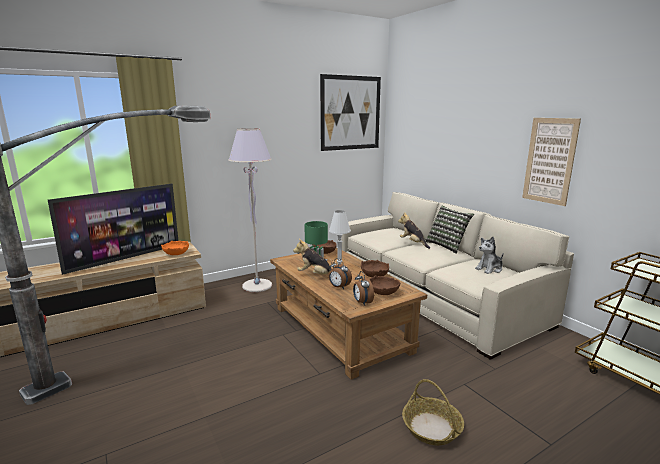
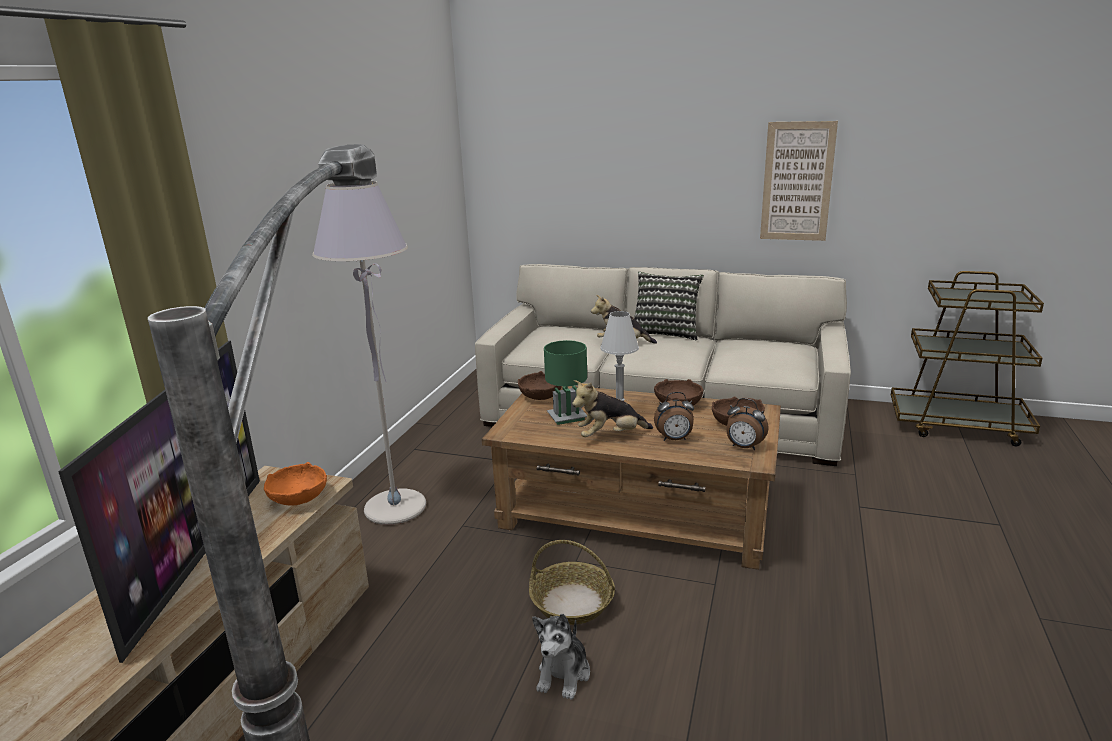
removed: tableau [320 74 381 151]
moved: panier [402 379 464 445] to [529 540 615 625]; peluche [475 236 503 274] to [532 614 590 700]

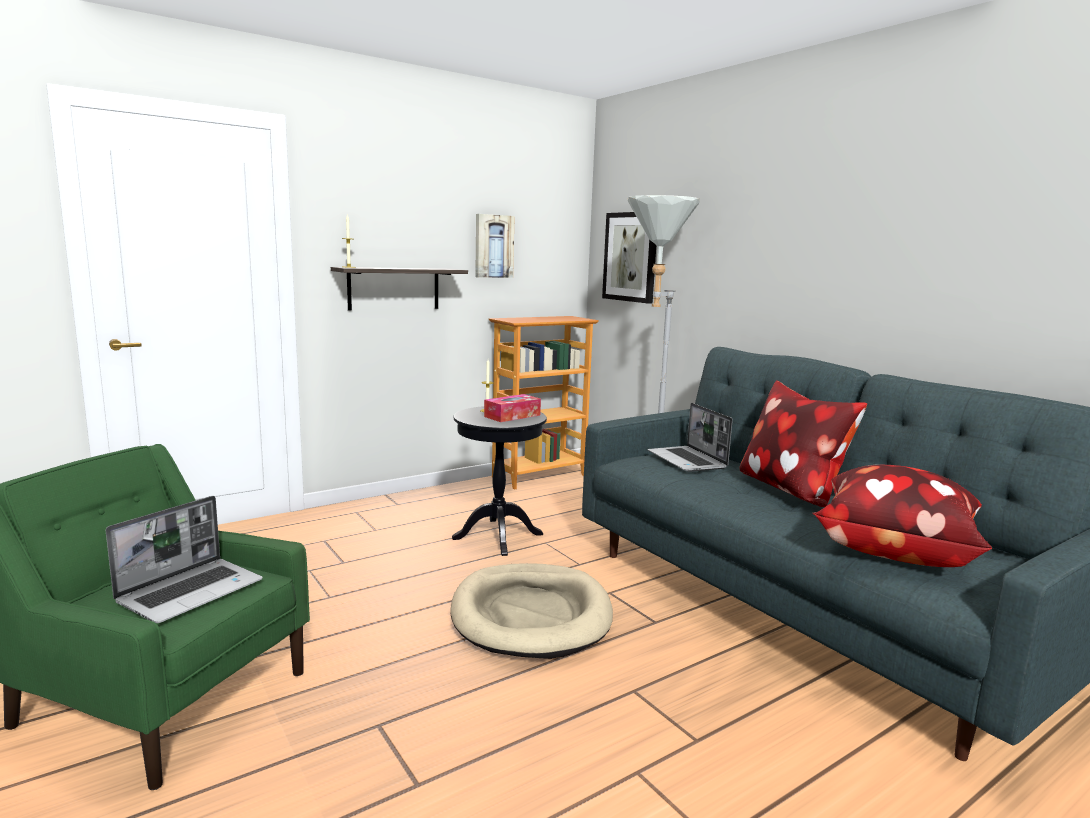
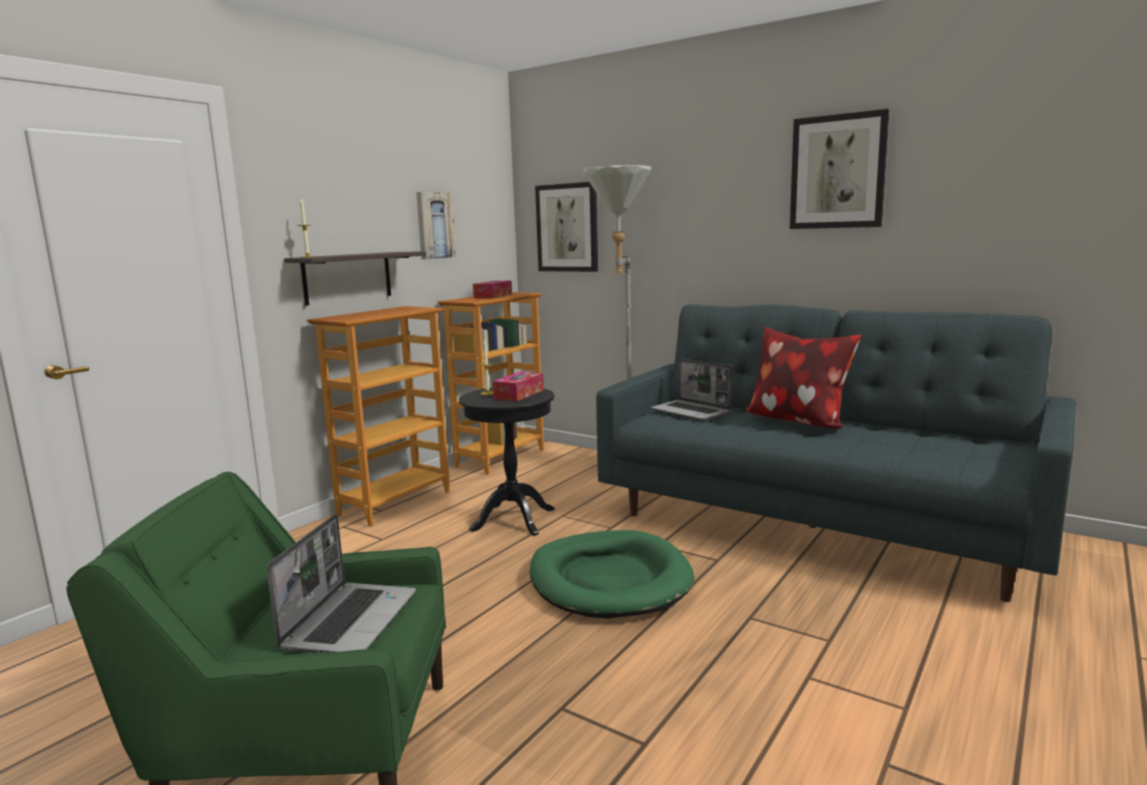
removed: coussin [812 465 992 567]
added: bibliothèque [307 306 450 527]; boîte à mouchoirs [473 281 512 299]; tableau [790 109 889 229]
recoloured: panier pour chien [beige] [451 563 613 659] to panier pour chien [vert] [530 530 694 619]

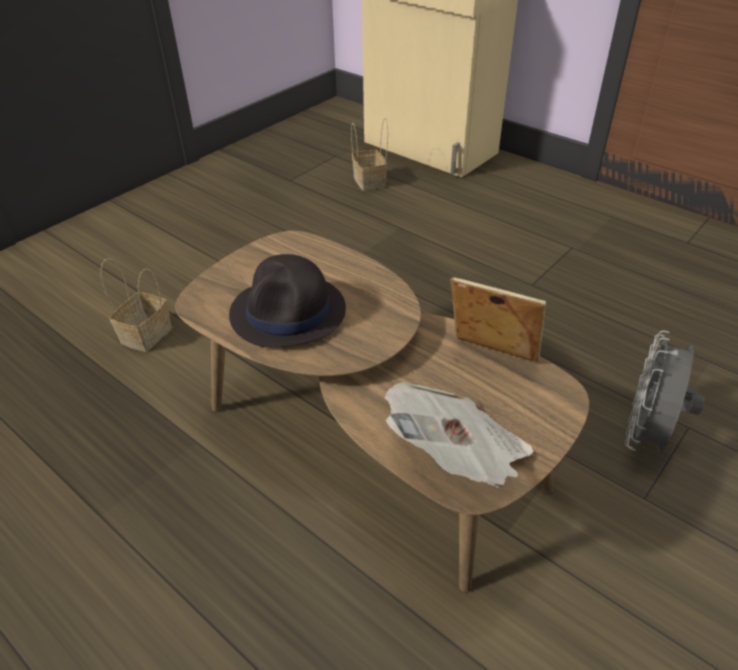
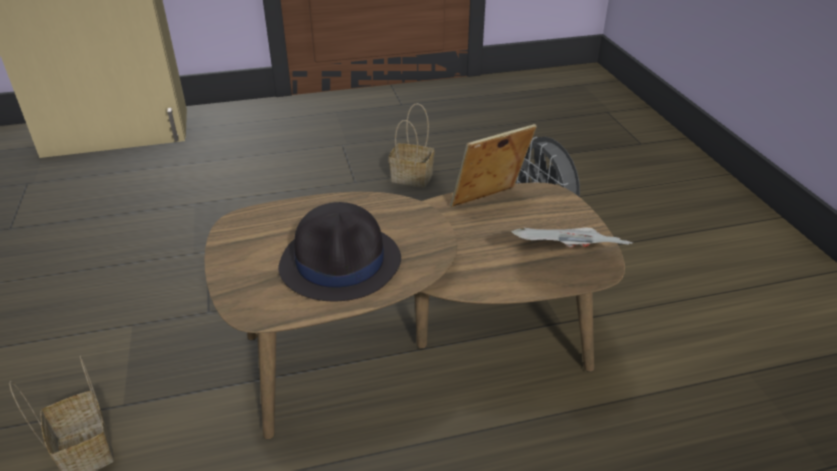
moved: panier [351 118 388 191] to [389 103 435 188]

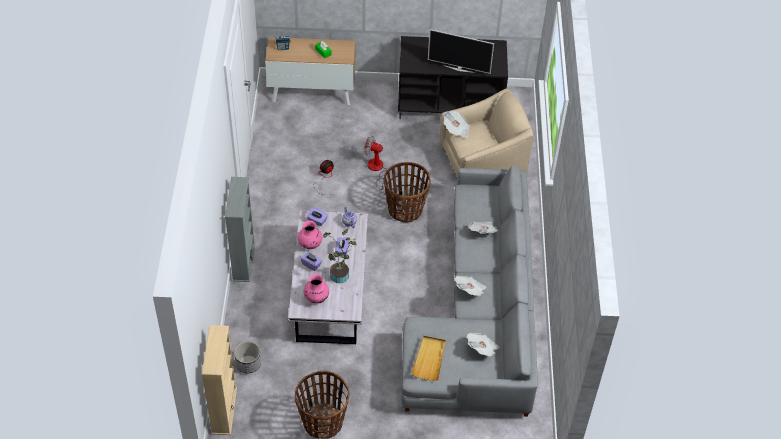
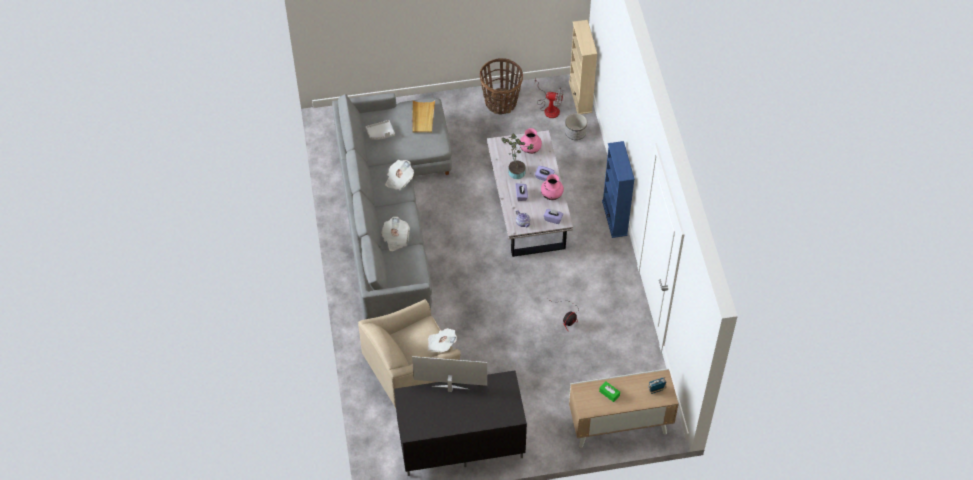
removed: panier [384 162 431 222]
moved: ventilateur [364 136 388 190] to [535 77 563 118]
replaced: journal [467 333 500 357] to plateau [gris] [366 120 395 140]
recoloured: bibliothèque [gris] [225 177 255 282] to bibliothèque [bleu] [602 141 635 238]

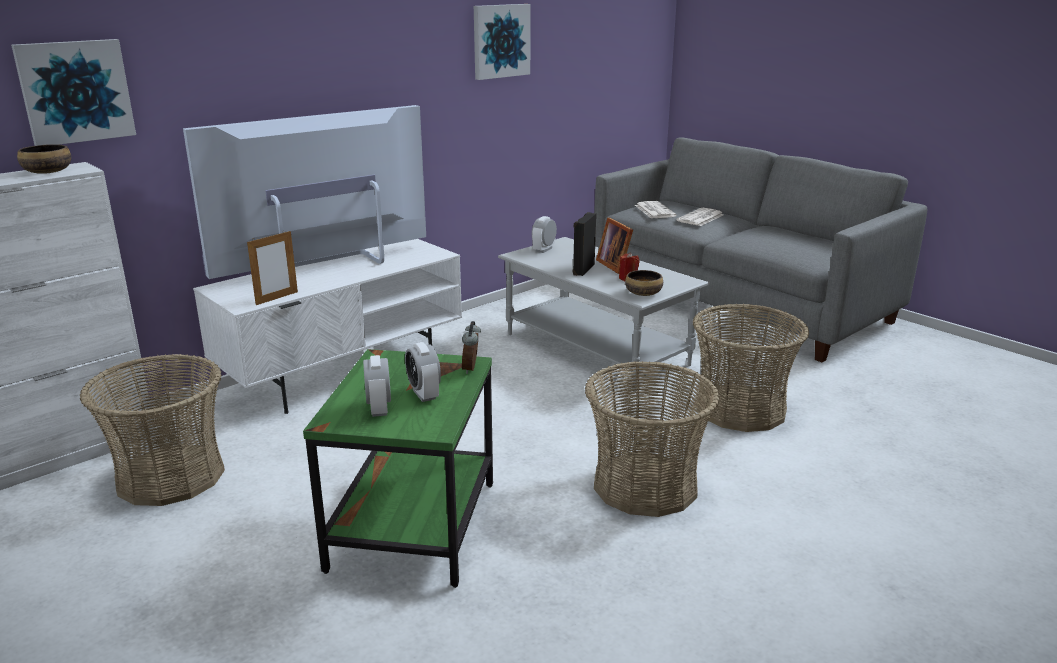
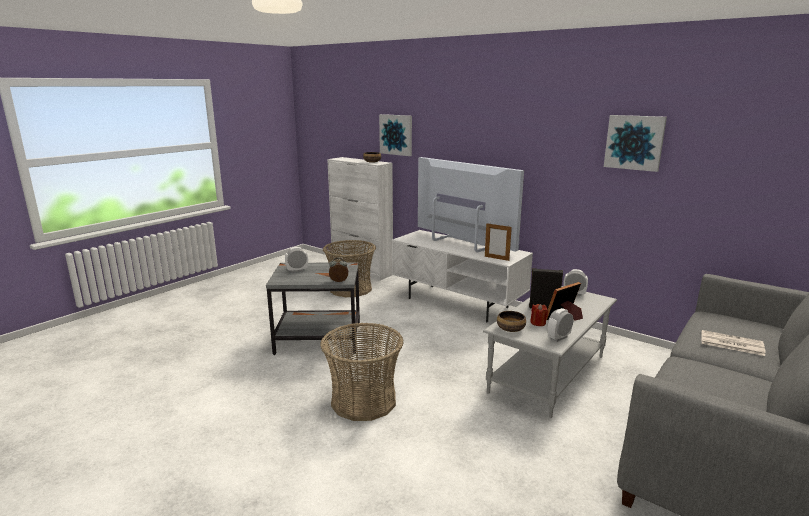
removed: journal [635 201 677 218]; panier [693 304 809 432]
moved: cadre photo [247 230 298 305] to [485 223 512 261]; réveil [405 342 441 402] to [548 308 574 342]
recoloured: table d'appoint [vert] [303 349 493 588] to table d'appoint [gris] [266 262 360 355]

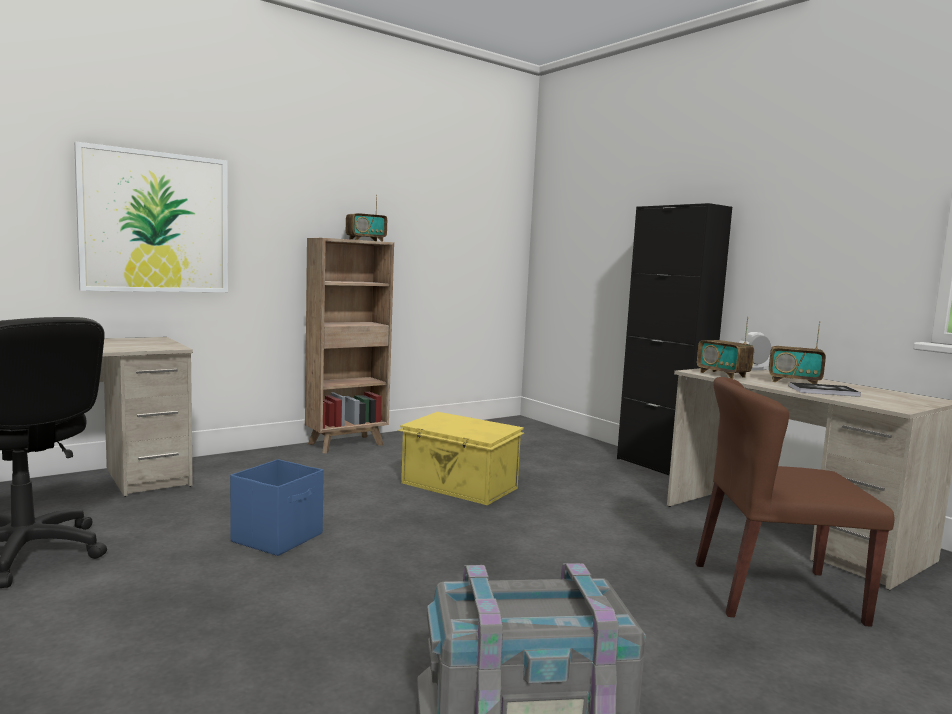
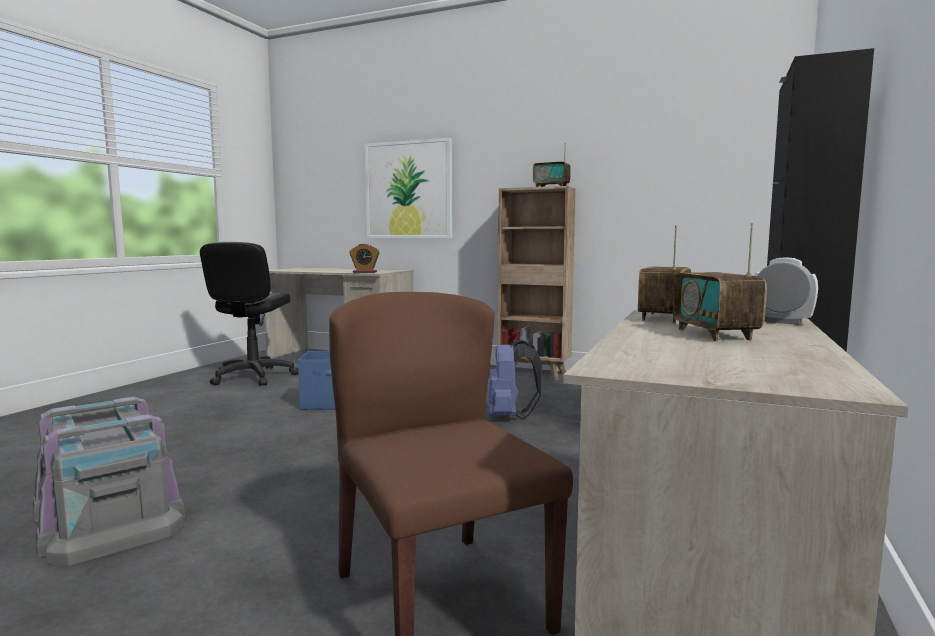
removed: livre [789 382 861 397]
added: réveil [350 244 379 273]
replaced: boîte de rangement [jaune] [397 412 524 505] to sac à dos [bleu] [488 339 542 419]

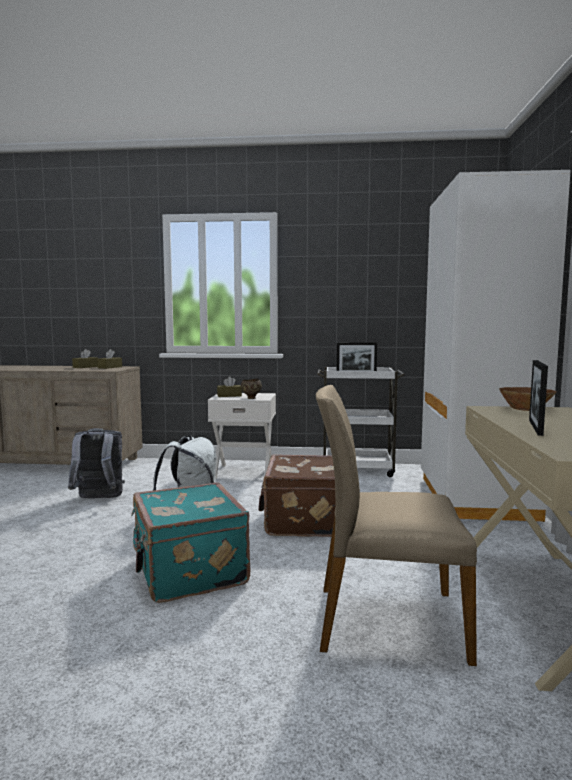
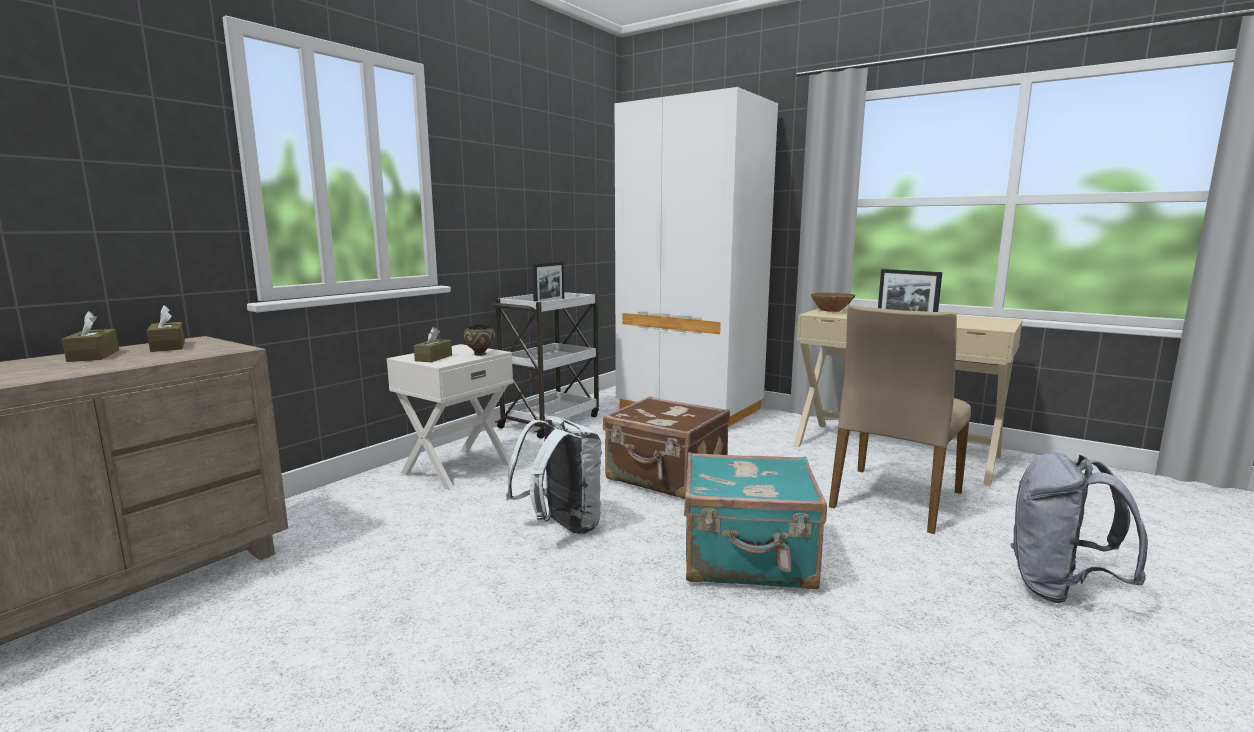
moved: sac à dos [gris] [68 428 125 498] to [1010 453 1148 603]

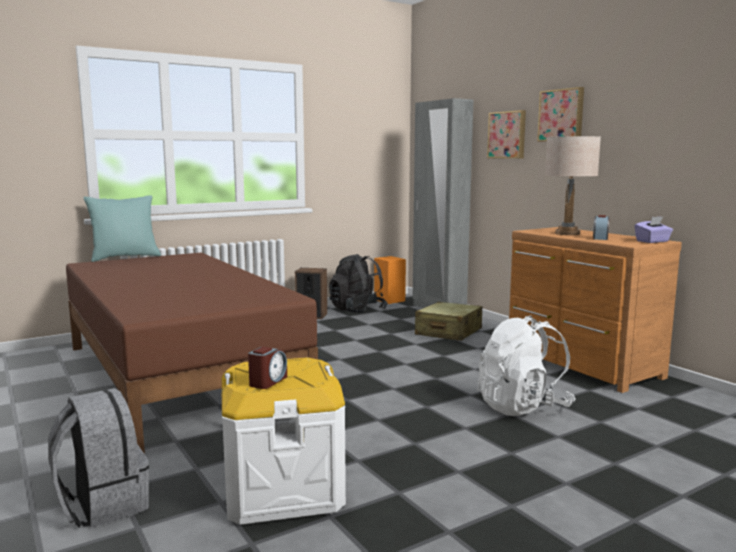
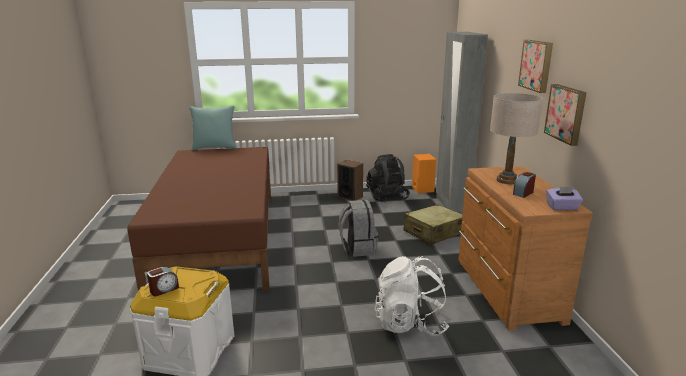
moved: sac à dos [gris] [48 388 149 528] to [339 200 378 257]; tableau [487 110 526 158] to [544 84 587 146]

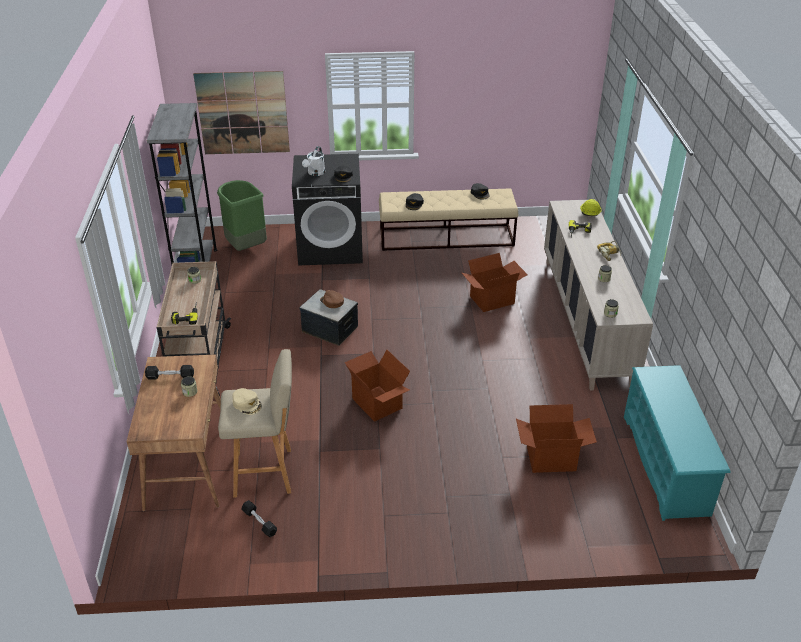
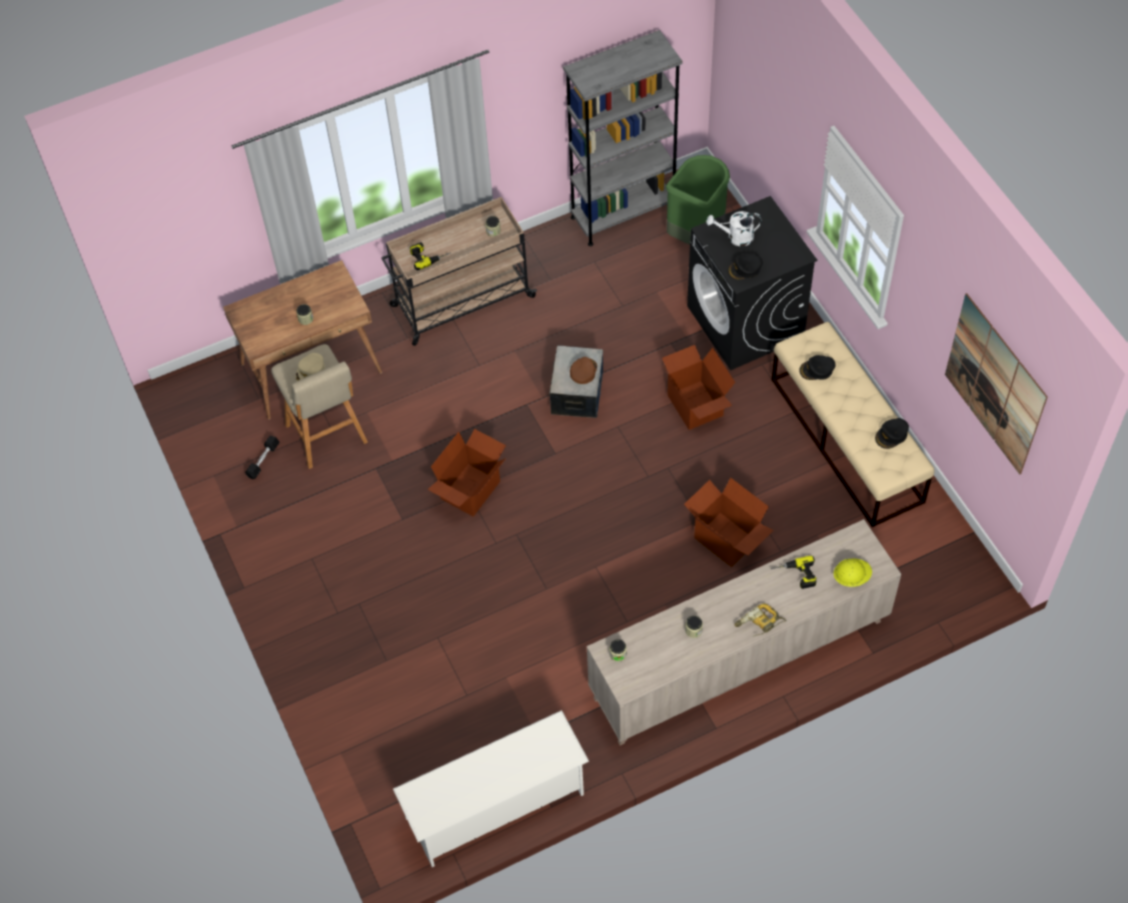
removed: haltère [noir] [145 365 194 380]
moved: tableau [193 71 290 154] to [945 293 1048 475]; carton [516 404 597 473] to [662 345 735 430]
recoloured: étagère à chaussures [turquoise] [624 365 731 521] to étagère à chaussures [blanc] [393 710 589 867]

